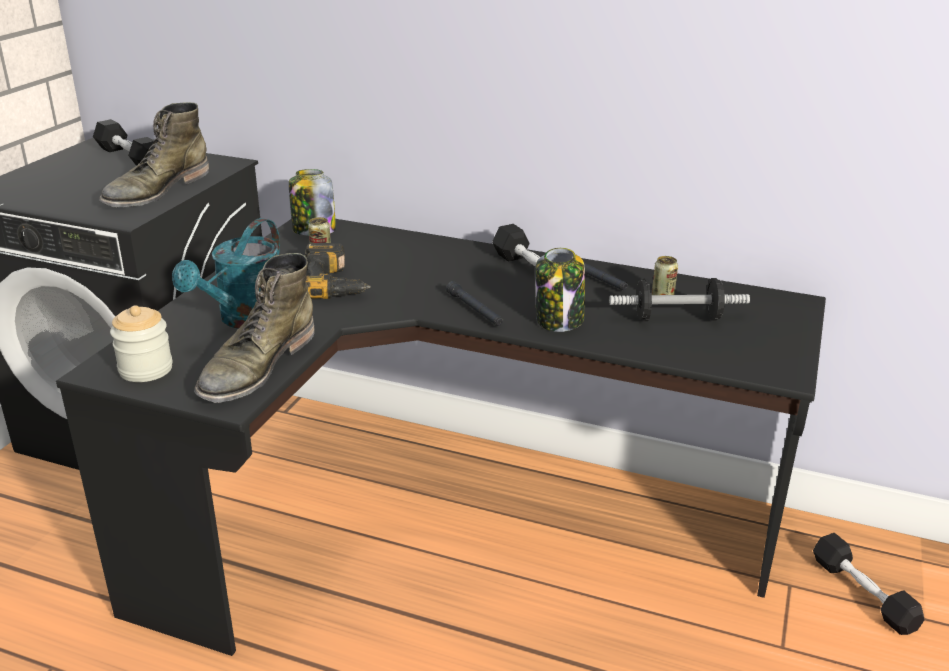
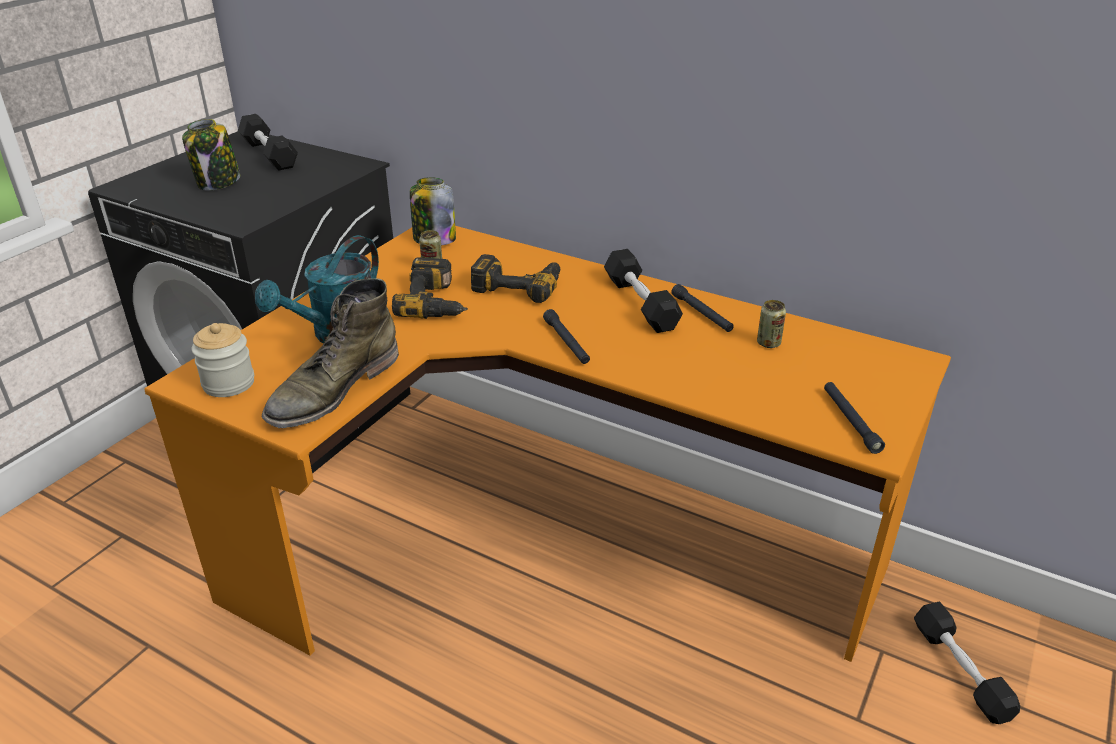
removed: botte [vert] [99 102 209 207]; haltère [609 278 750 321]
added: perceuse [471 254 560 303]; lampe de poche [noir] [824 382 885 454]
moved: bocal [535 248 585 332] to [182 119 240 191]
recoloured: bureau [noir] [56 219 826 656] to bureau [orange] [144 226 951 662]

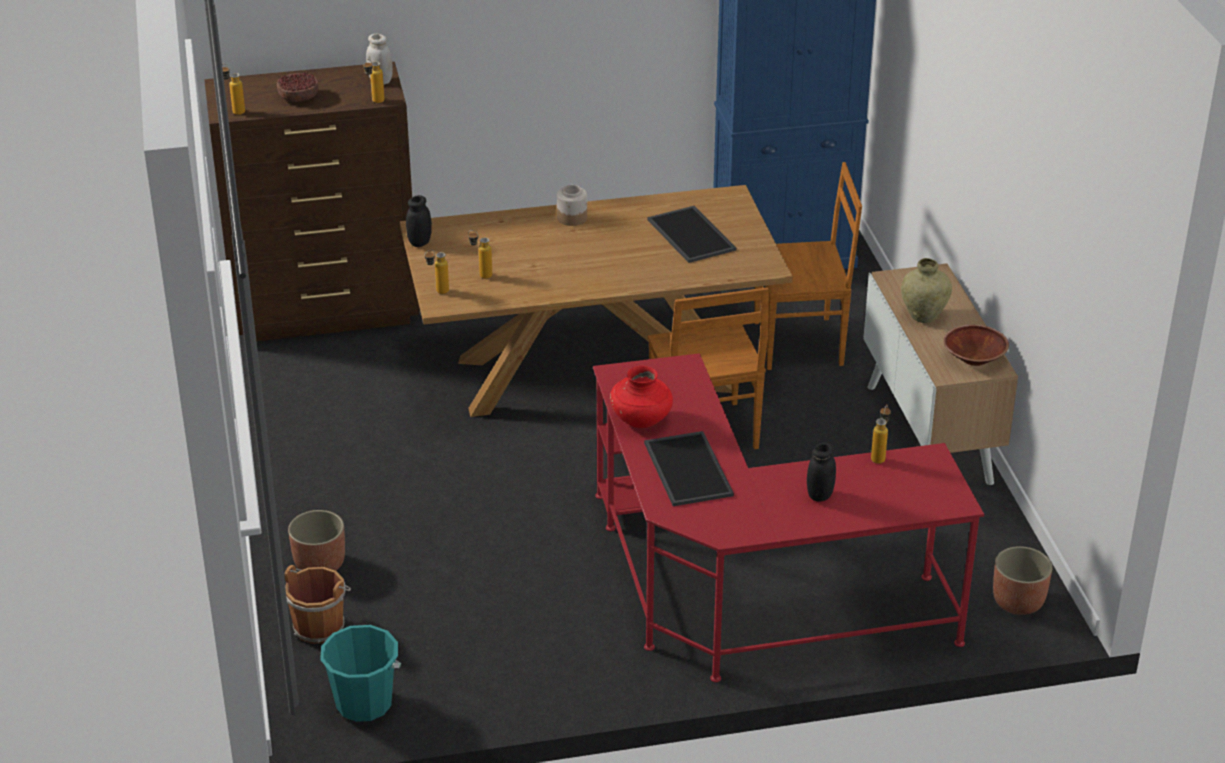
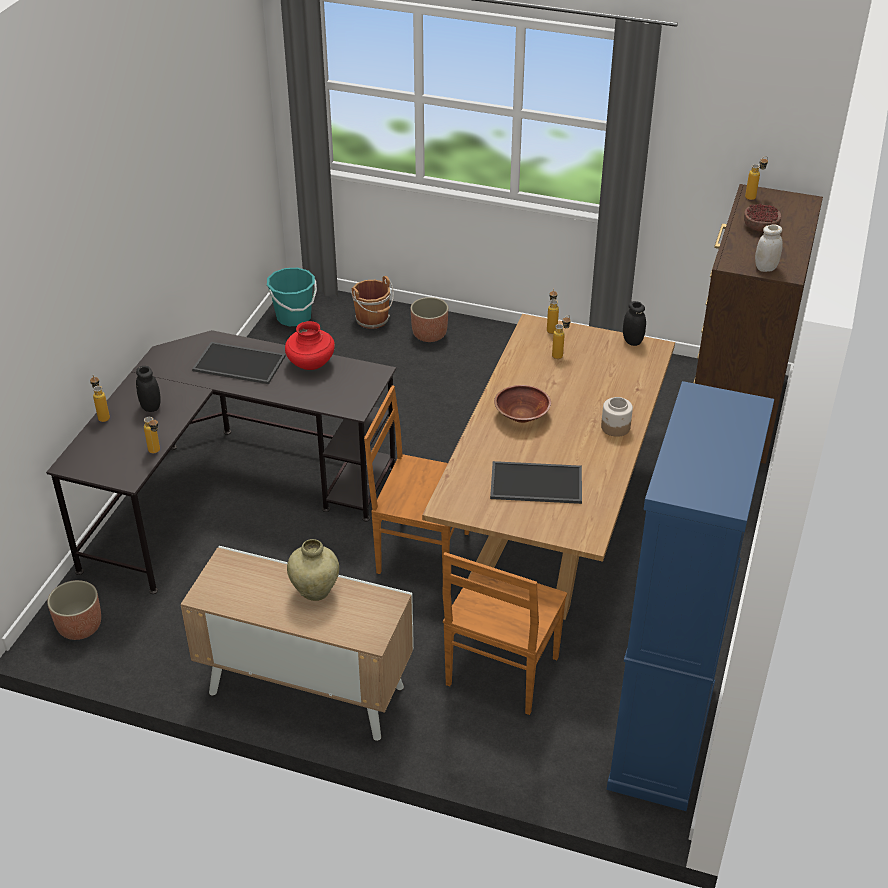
moved: bouteille [363 59 384 103] to [90 375 110 422]; bol [marron] [943 325 1009 366] to [494 385 551 423]
recoloured: bureau [rouge] [593 353 984 682] to bureau [noir] [46 330 396 594]

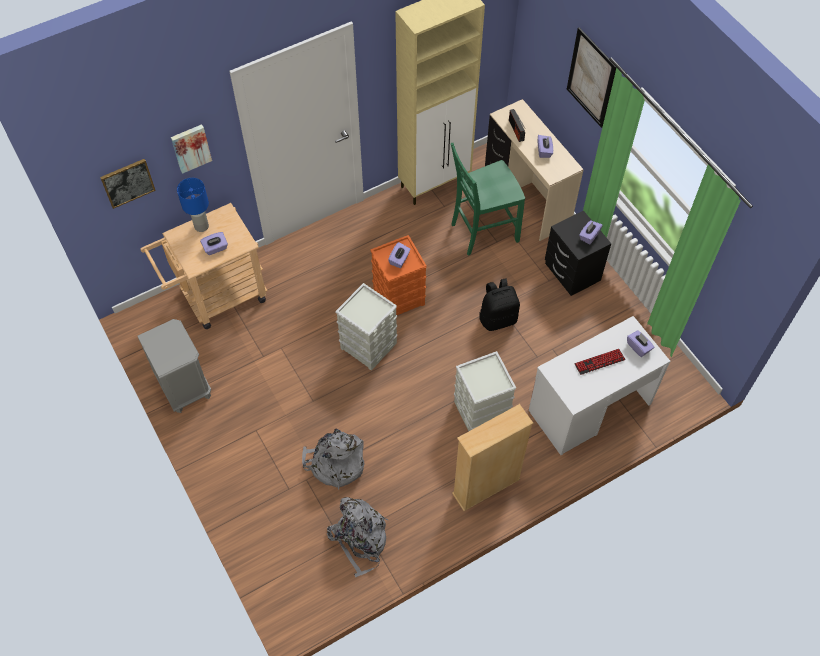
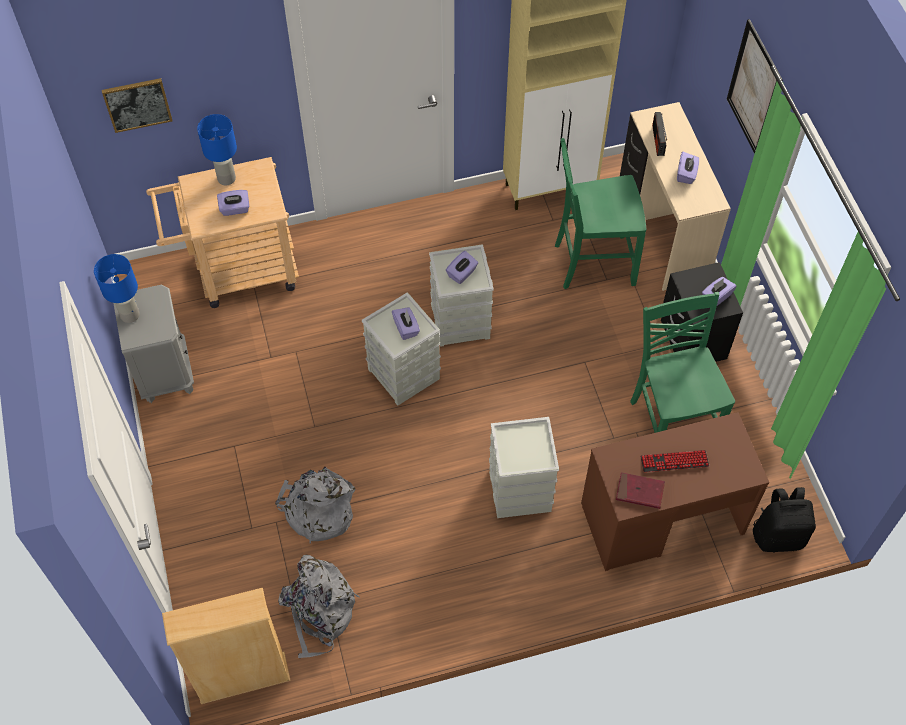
removed: tableau [171 124 212 174]
added: lampe de table [bleu] [94 254 140 323]; livre [rouge] [616 472 665 509]; chaise [vert] [630 292 735 433]
moved: bibliothèque [beige] [452 404 533 511] to [162 588 291 704]; sac à dos [noir] [479 278 520 331] to [753 487 816 552]; boîte à mouchoirs [violet] [627 330 654 357] to [392 307 420 340]
recoloured: boîte de rangement [orange] [370 235 427 315] to boîte de rangement [gris] [429 244 493 347]; bureau [blanc] [529 316 670 455] to bureau [marron] [581 412 769 571]

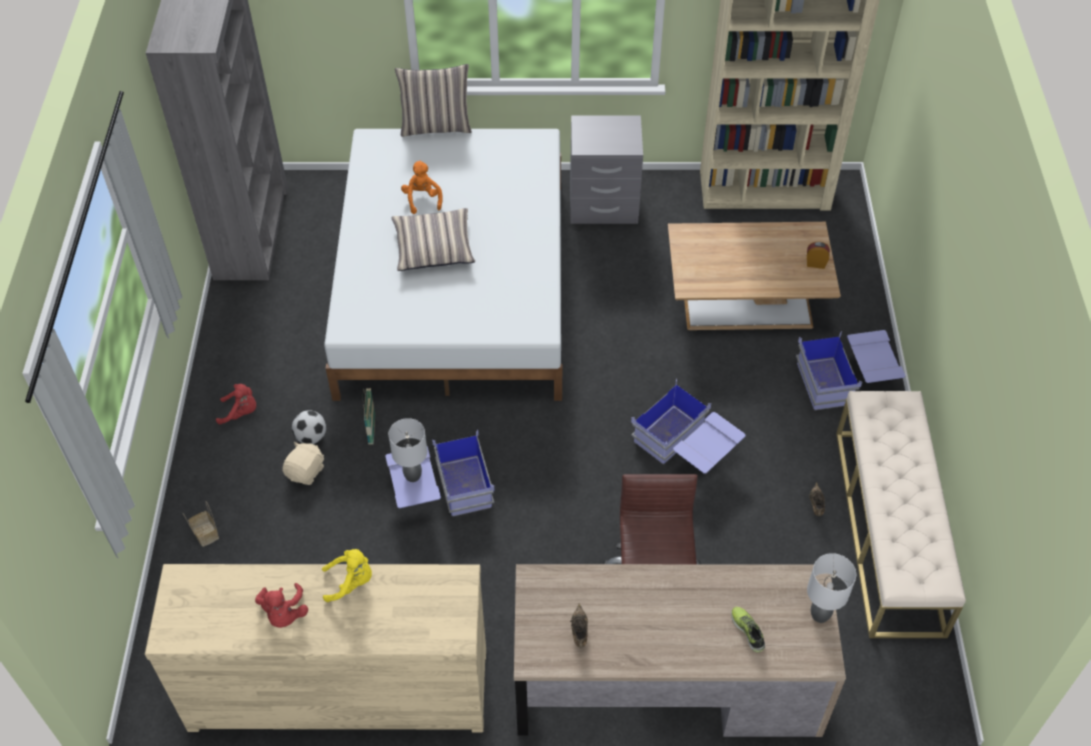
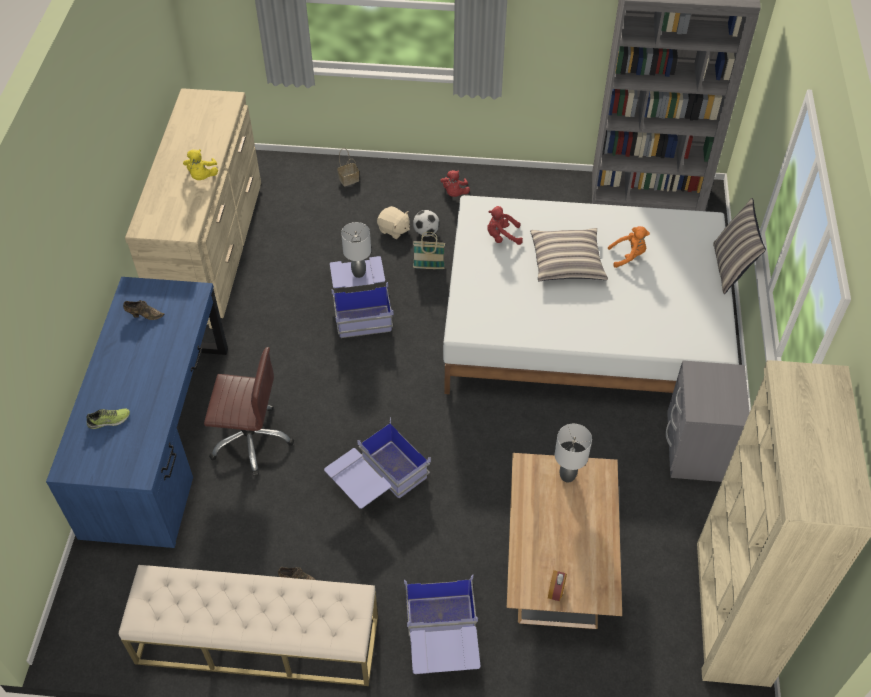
moved: peluche [rouge] [255 583 308 628] to [487 206 523 245]; lampe de table [gris] [807 553 856 623] to [555 424 592 483]
recoloured: bureau [marron] [514 564 846 737] to bureau [bleu] [46 277 228 548]

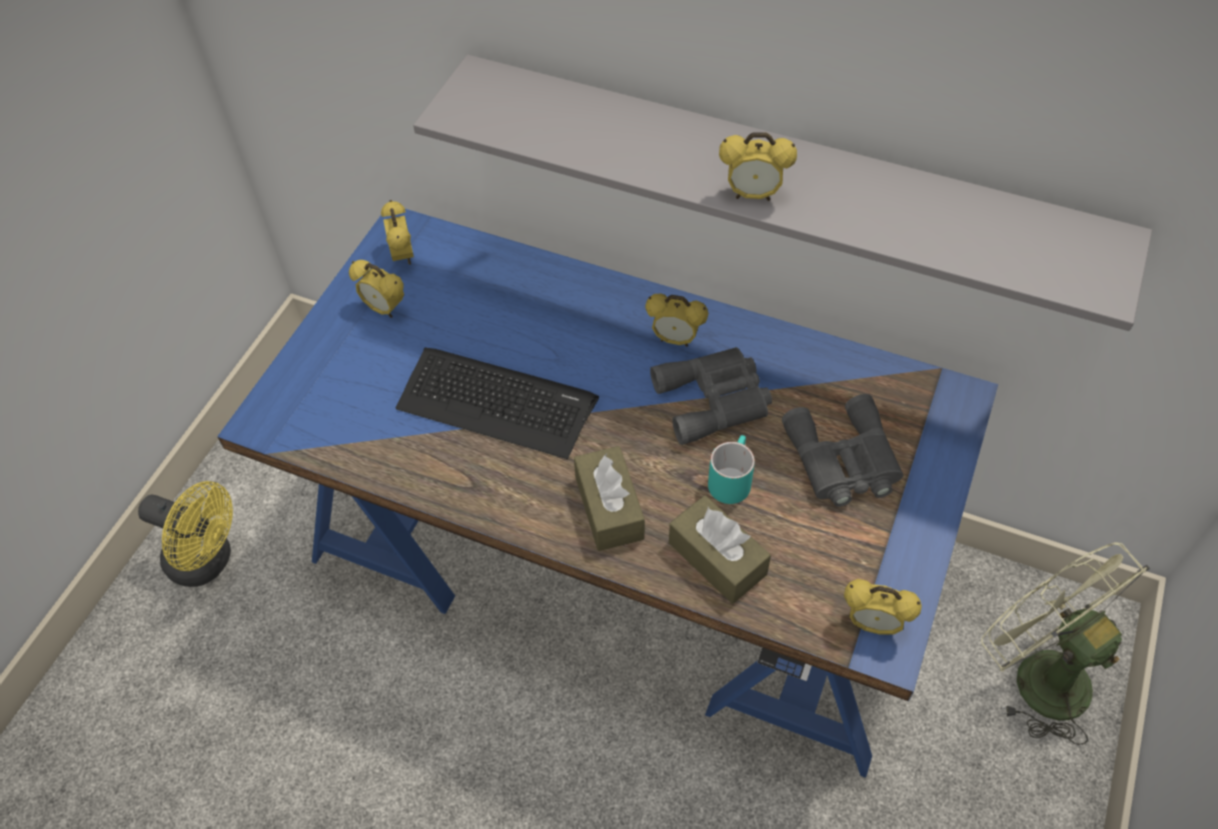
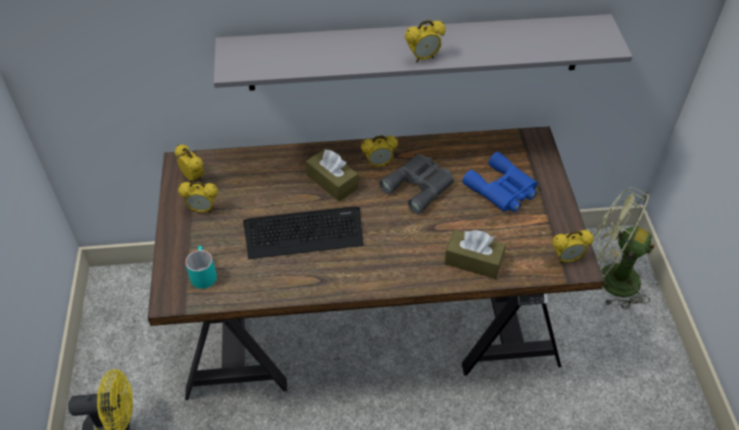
moved: boîte à mouchoirs [marron] [574 446 645 551] to [306 149 358 201]; mug [turquoise] [708 435 755 504] to [185 246 217 289]
recoloured: bureau [bleu] [217 209 998 778] to bureau [marron] [148 126 605 400]; jumelles [gris] [782 394 903 507] to jumelles [bleu] [462 152 538 212]

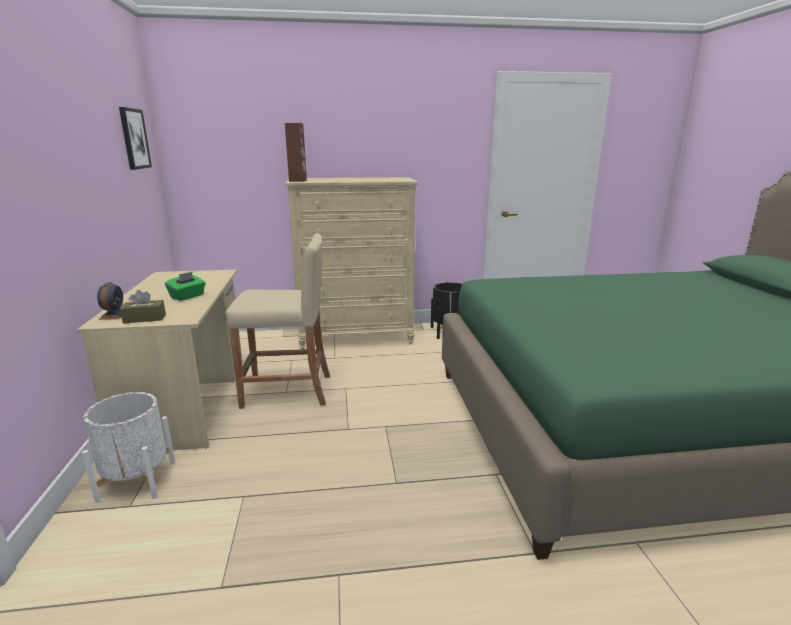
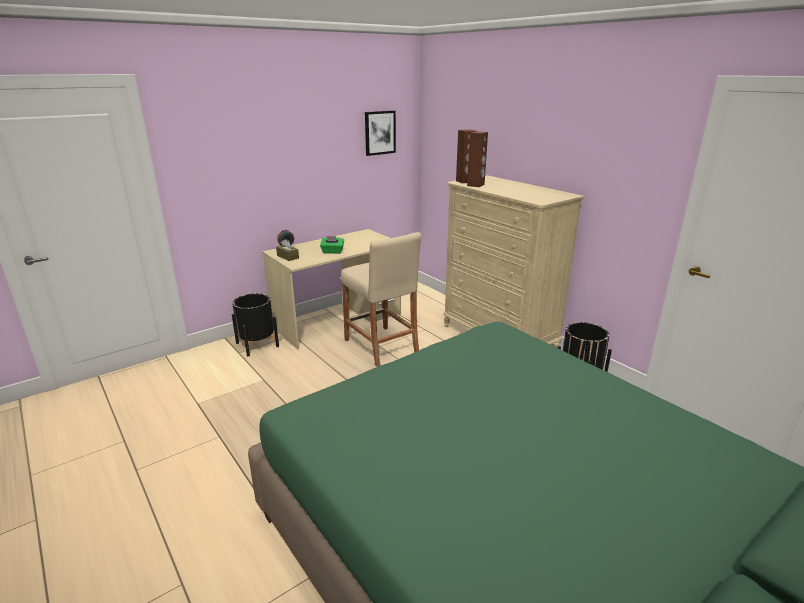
added: enceinte [marron] [467 131 488 187]
recoloured: cache-pot [blanc] [82 392 176 503] to cache-pot [noir] [232 293 279 356]

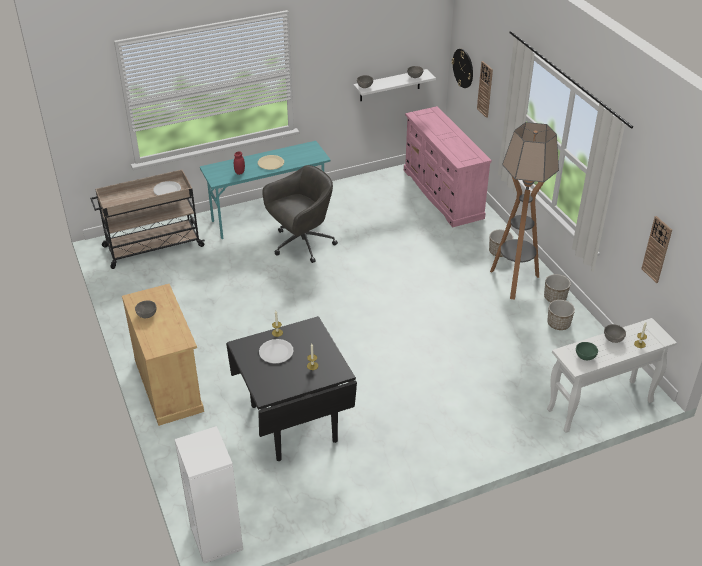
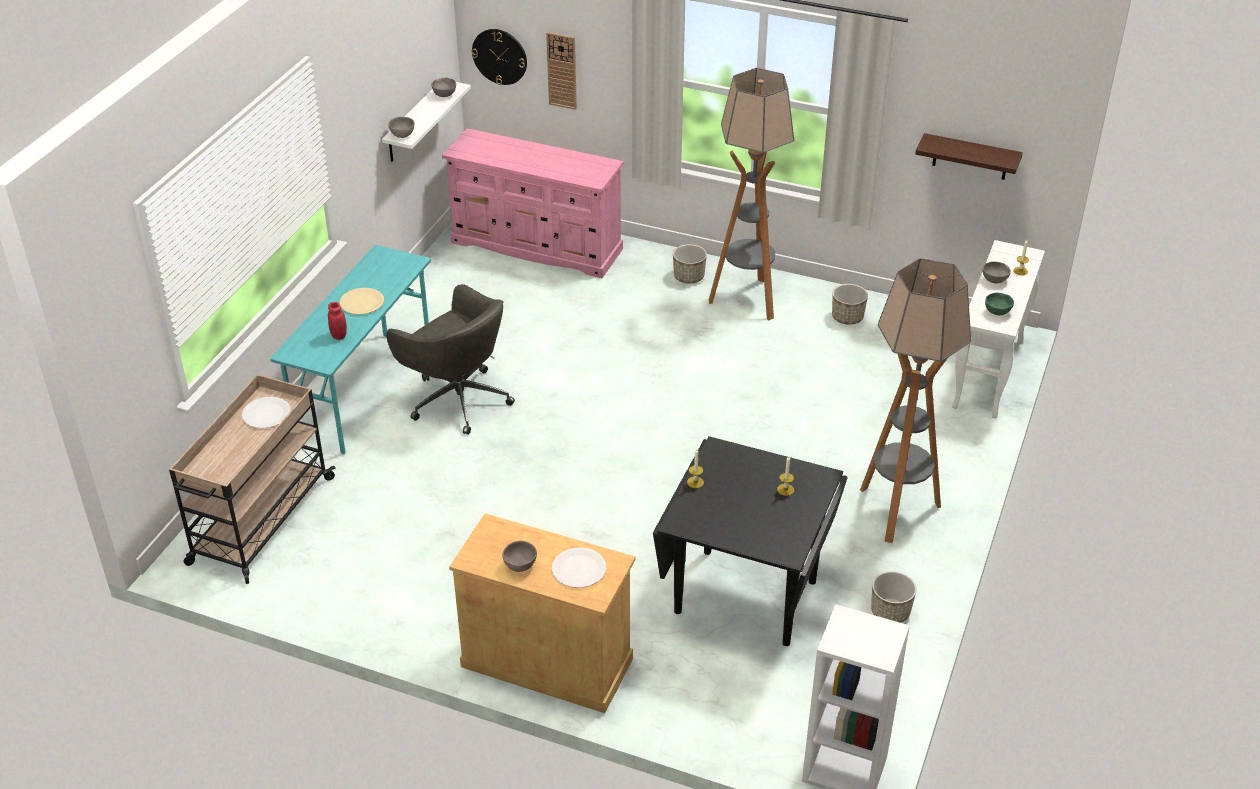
added: lampadaire [860 258 971 543]
moved: assiette [blanc] [259 339 294 363] to [552 548 606 588]; cache-pot [544 274 571 302] to [871 571 917 623]
replaced: horloge murale [641 216 672 283] to étagère [915 133 1023 180]
turned: chaise de bureau [gris] [262 165 338 263] = [386 284 515 435] 120 degrees clockwise

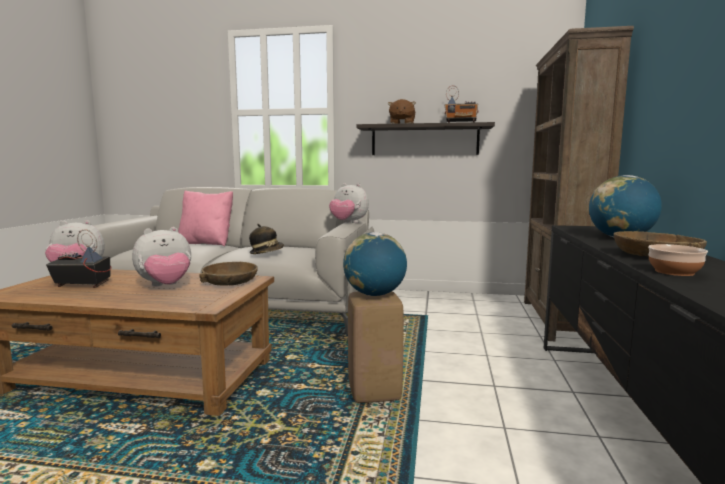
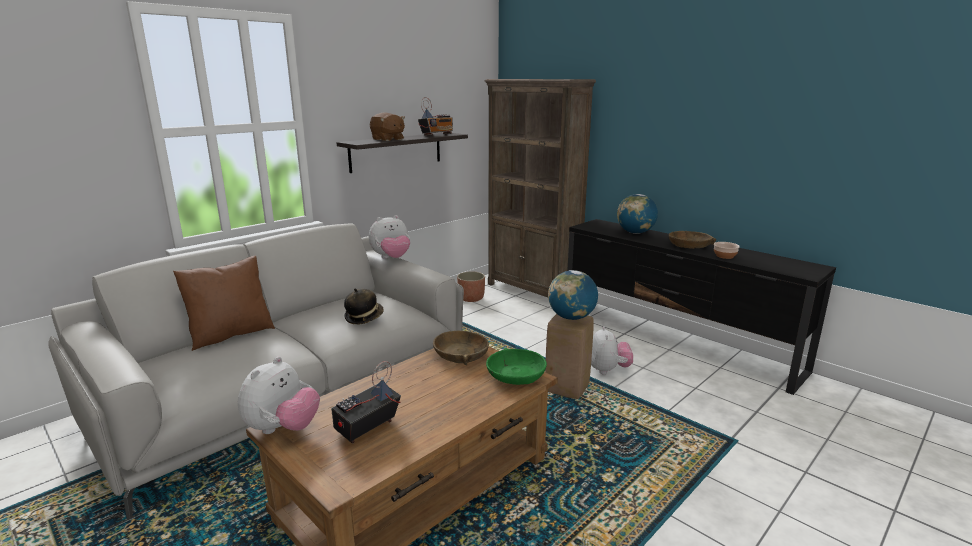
added: cache-pot [457 272 485 302]; bol [vert] [486 348 547 385]
moved: peluche [132 227 191 286] to [591 326 633 374]
recoloured: coussin [rose] [178 190 233 246] to coussin [marron] [173 256 275 351]

